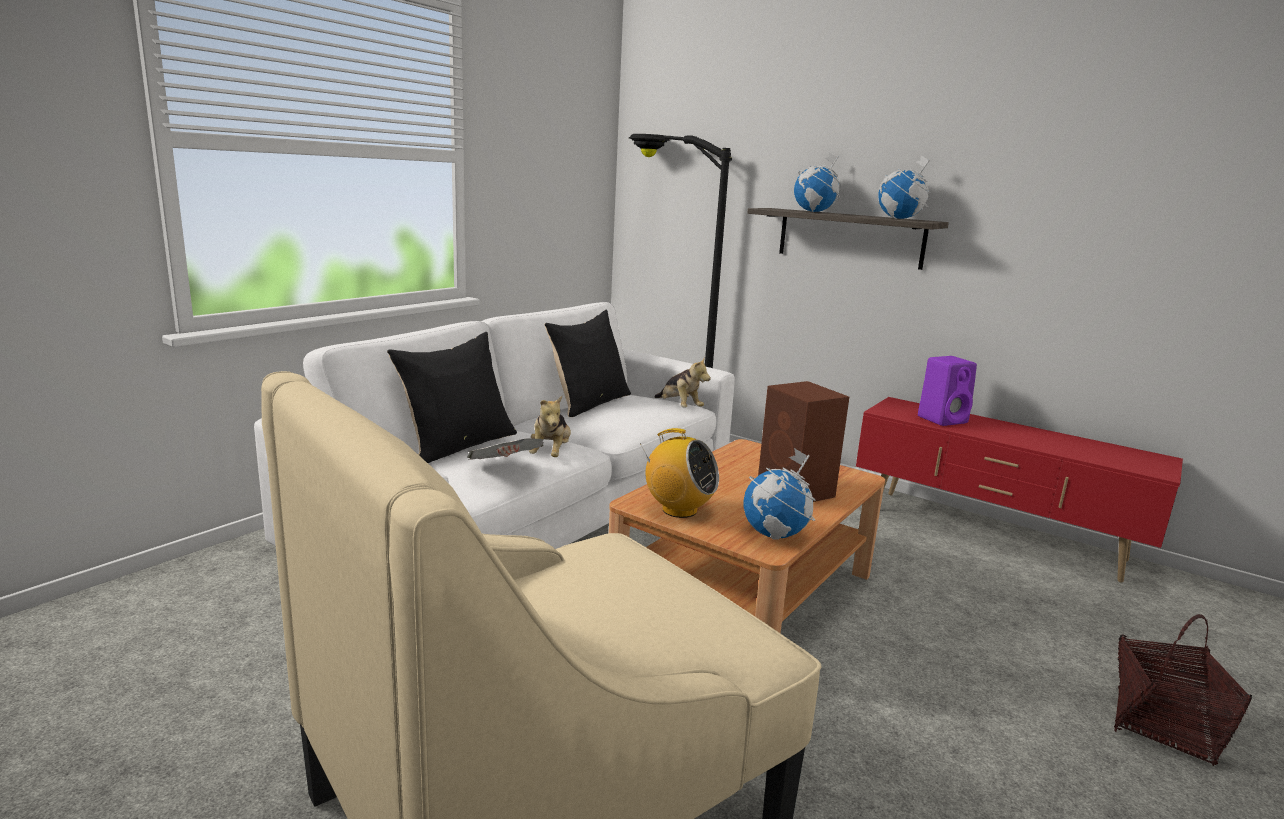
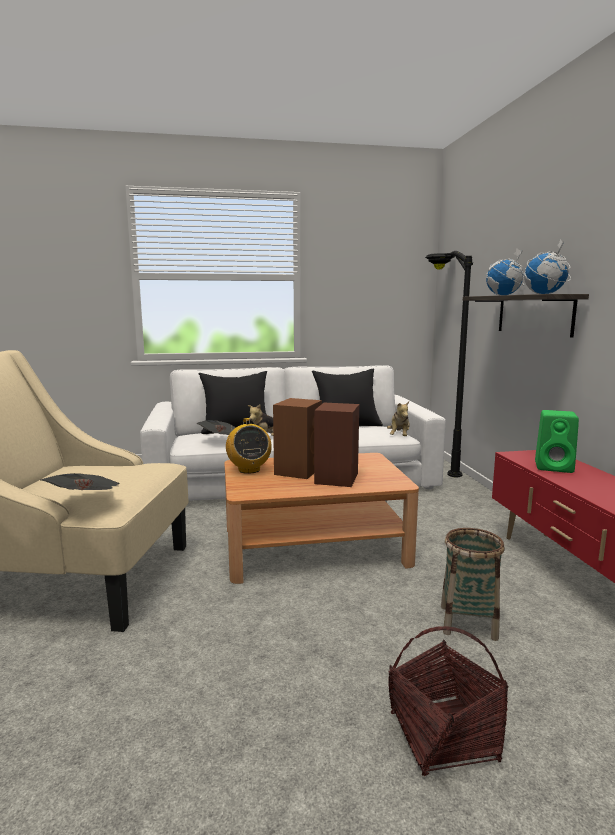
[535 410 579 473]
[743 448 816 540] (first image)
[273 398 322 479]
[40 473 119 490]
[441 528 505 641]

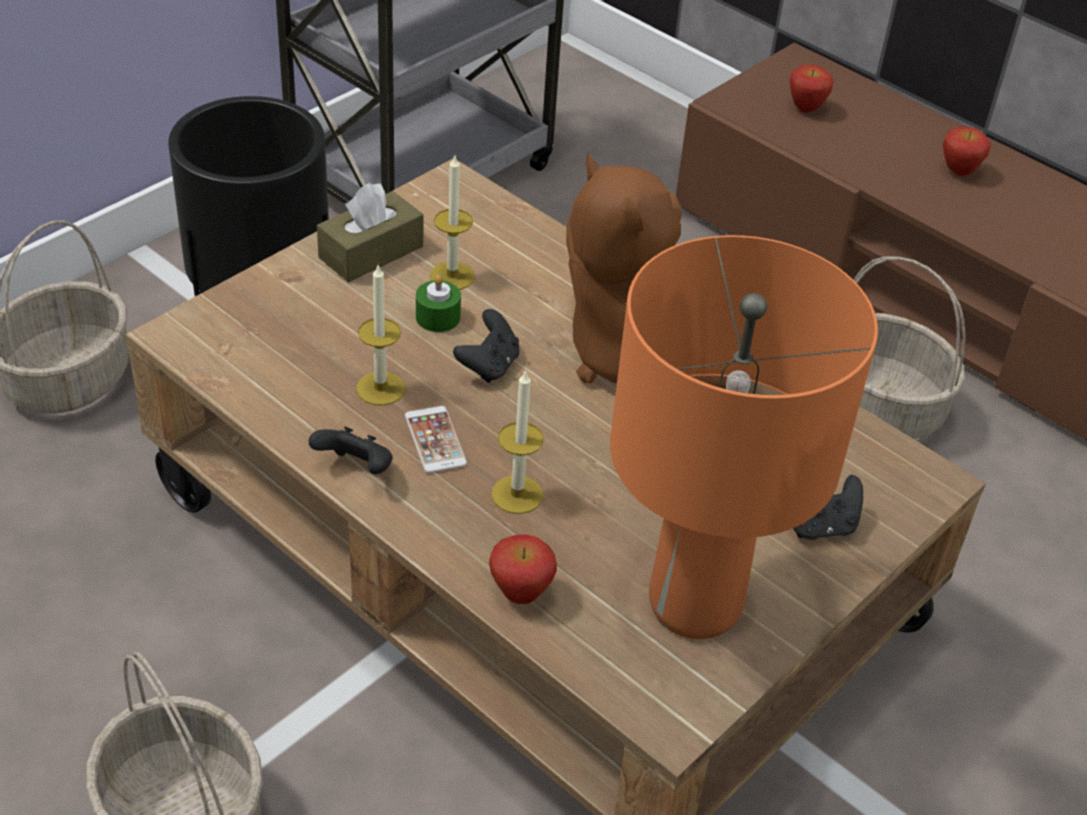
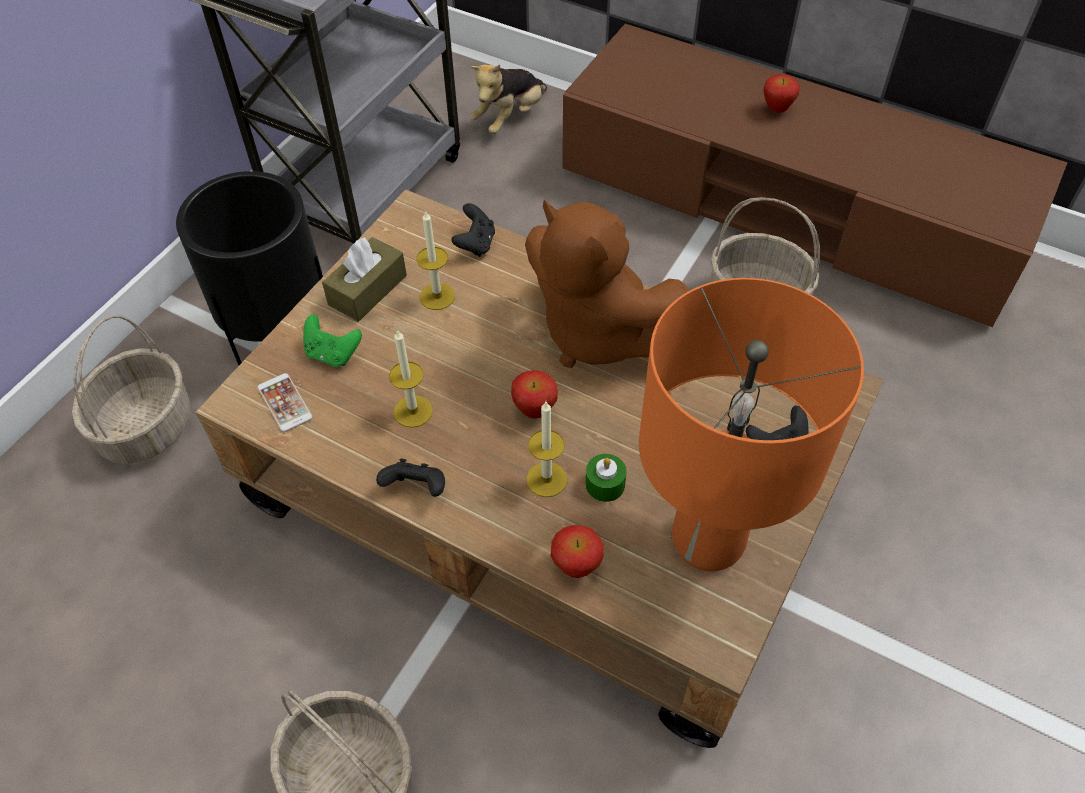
[511 370 558 419]
[585 454 627 502]
[452 203 495 257]
[257 373 313 432]
[470 64 547 134]
[303 314 362 367]

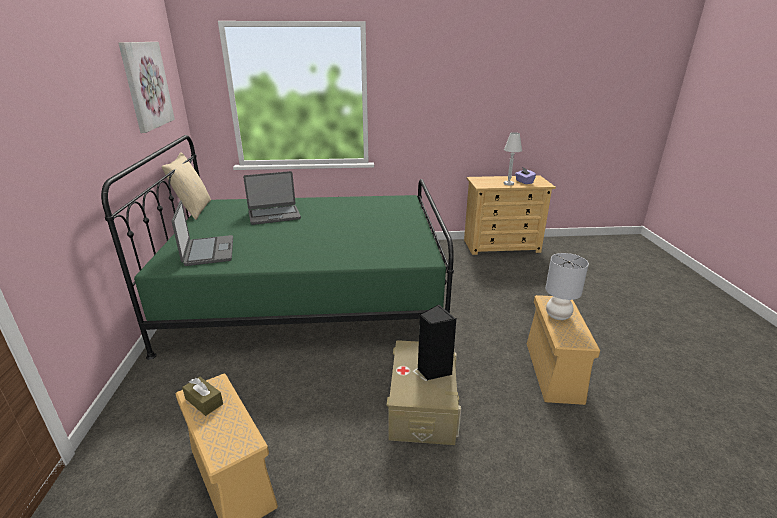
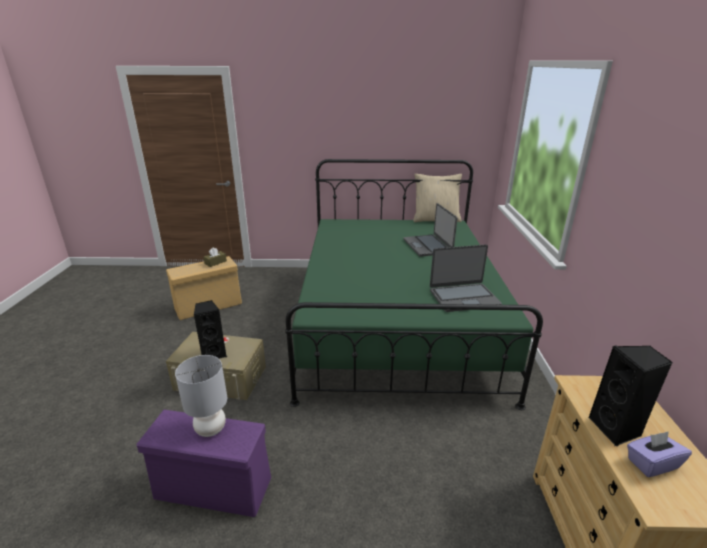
[118 42 175 133] (first image)
[589 345 672 446]
[430 245 502 312]
[136 410 271 517]

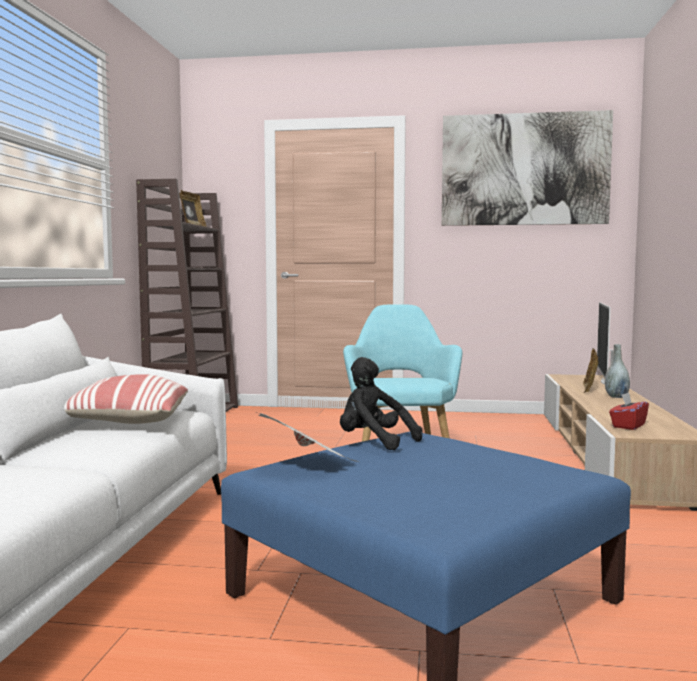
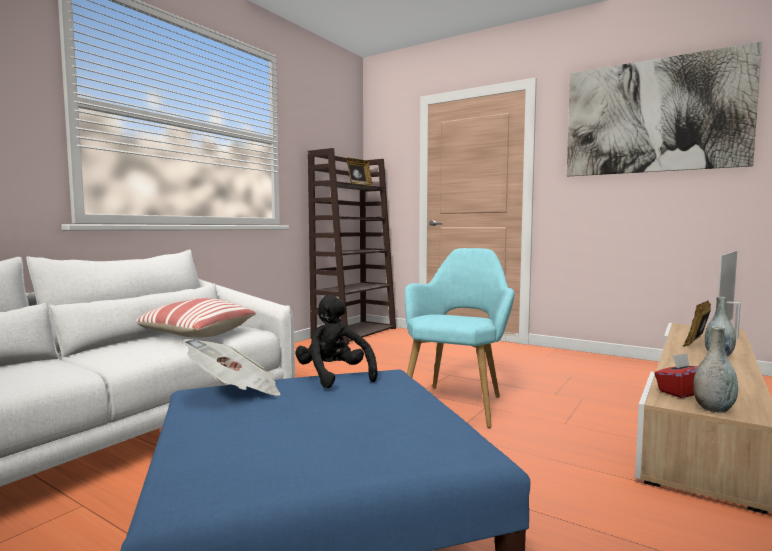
[693 326 738 412]

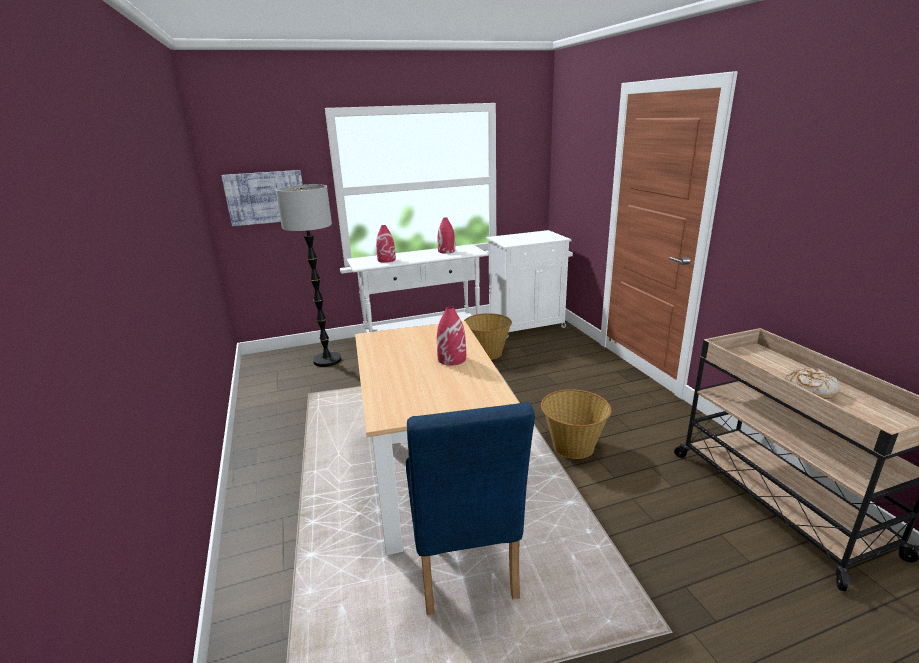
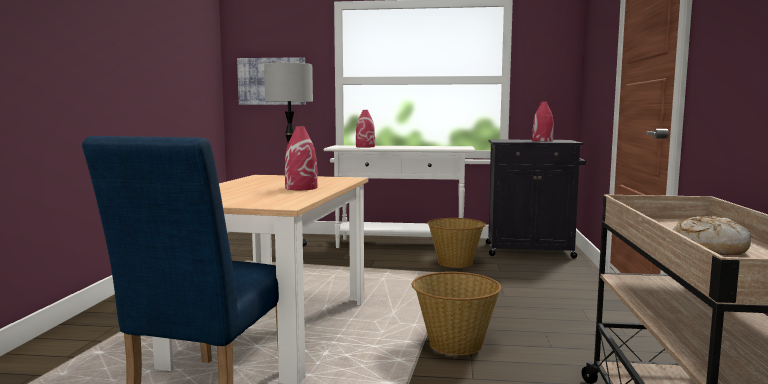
[532 102 554 141]
[486 139 586 258]

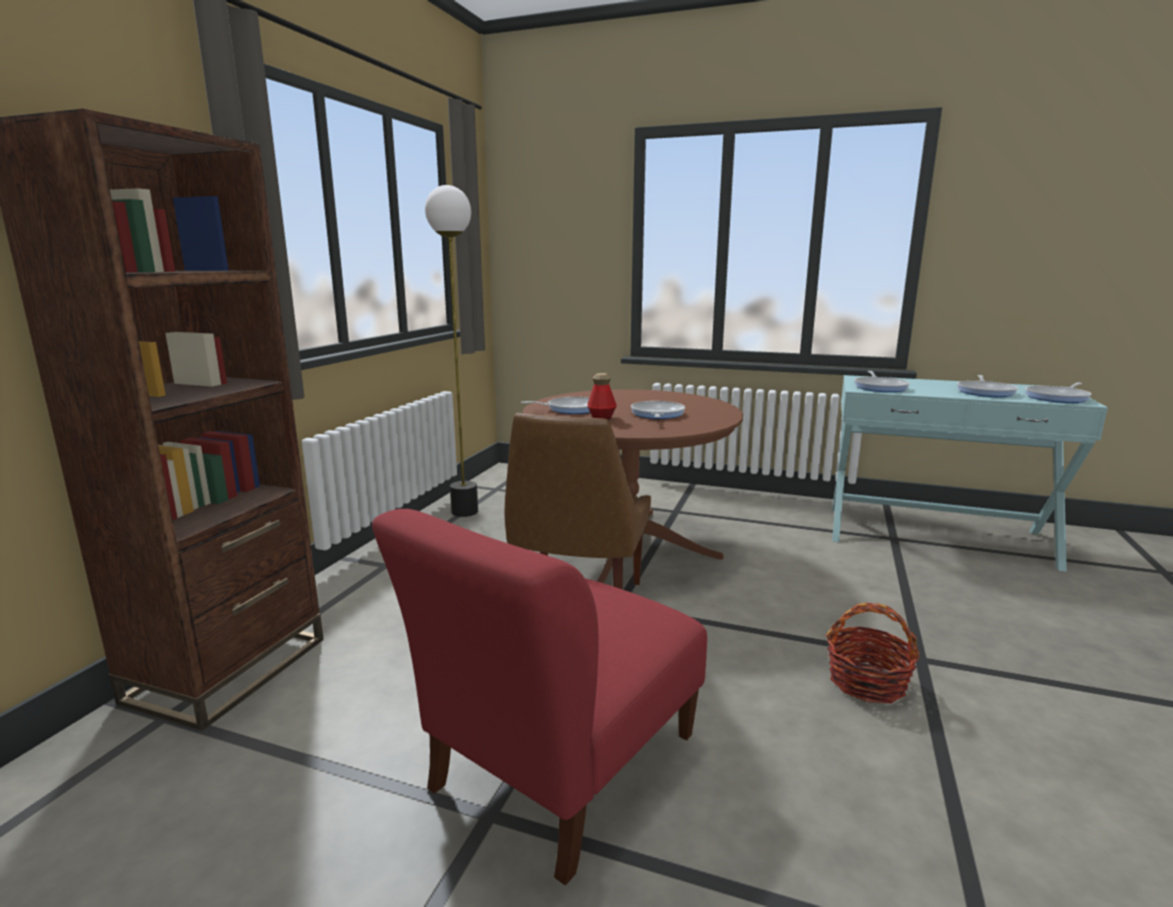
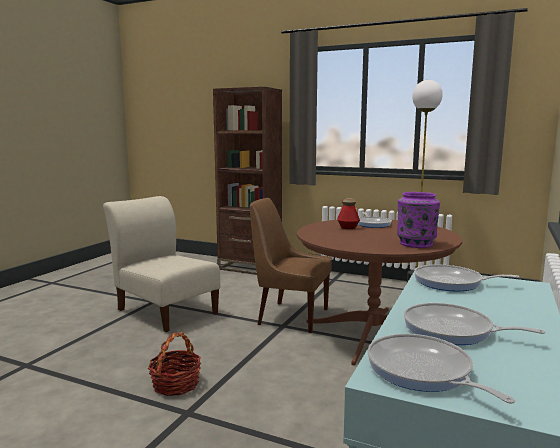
[631 401 685 419] (first image)
[103 196 220 332]
[397 192 440 248]

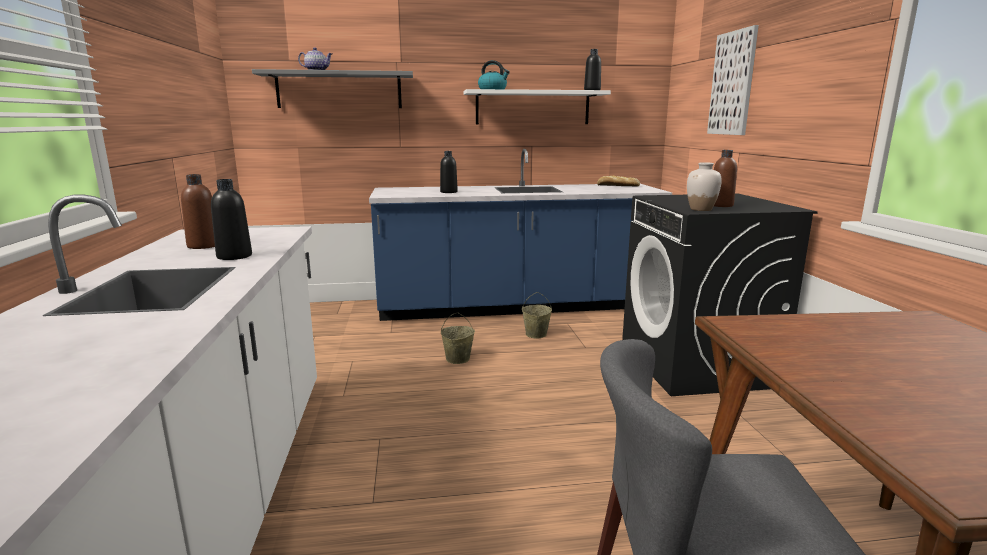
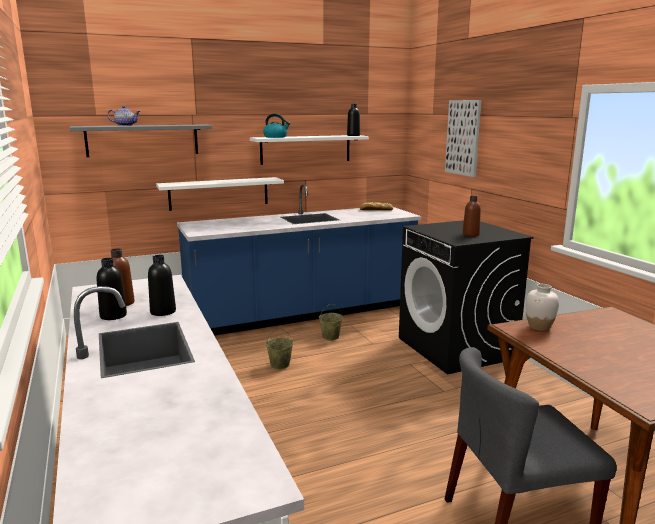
[96 258 127 320]
[526 284 559 331]
[156 177 284 211]

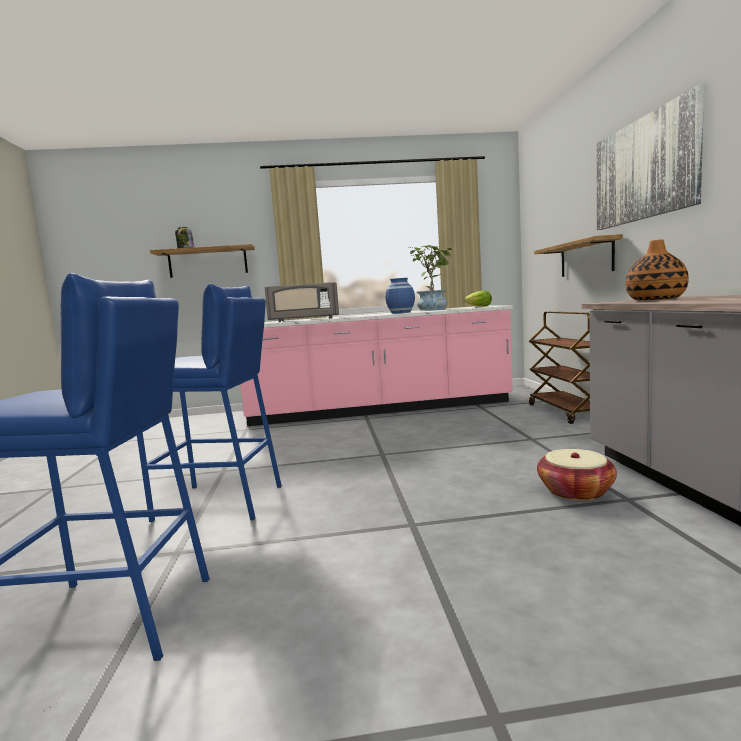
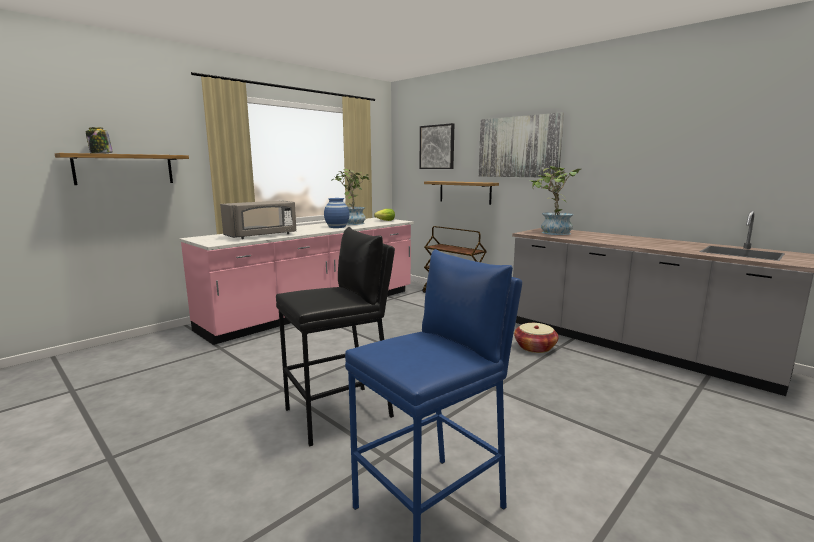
[529 166 581 235]
[276 227 395 447]
[420 123 454 169]

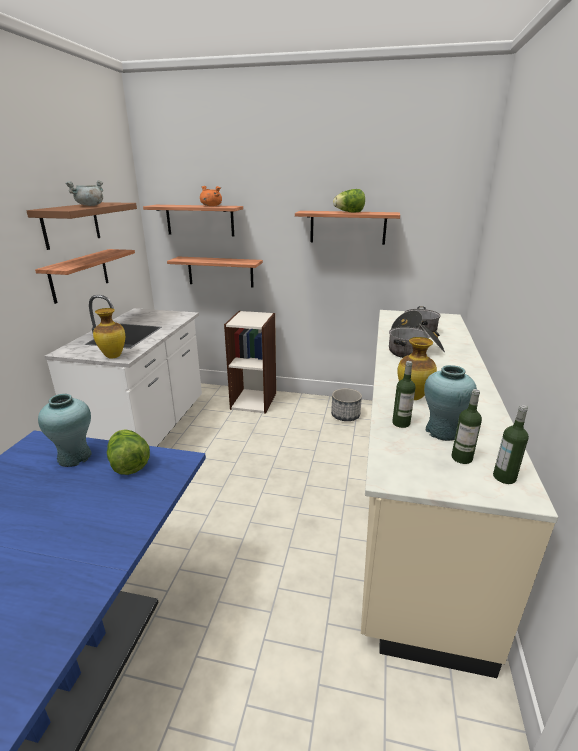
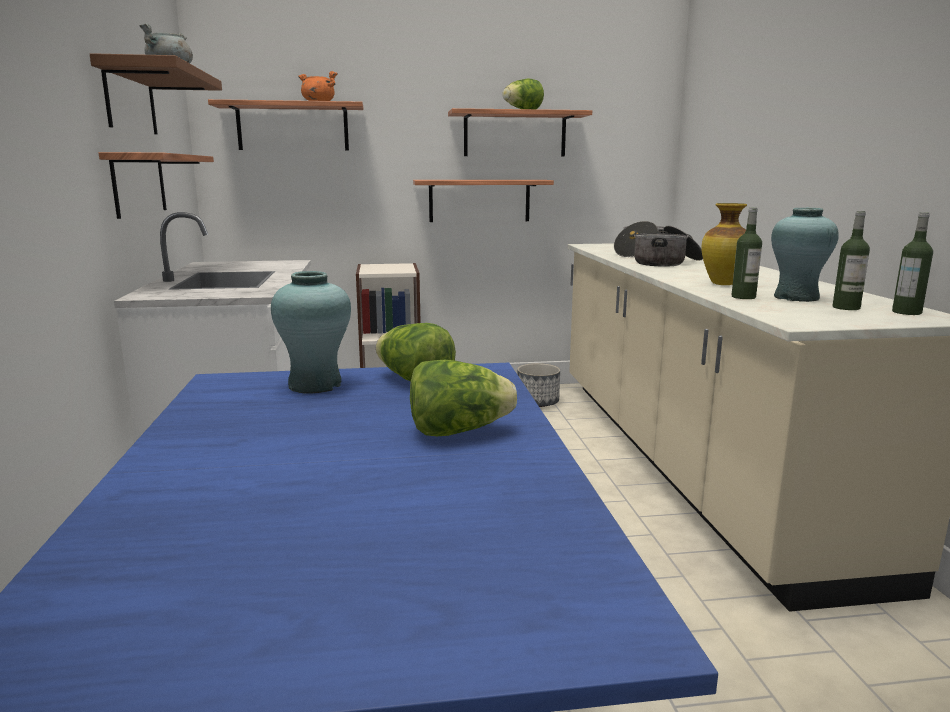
[413 180 554 222]
[93 308 125 358] (first image)
[410 360 517 436]

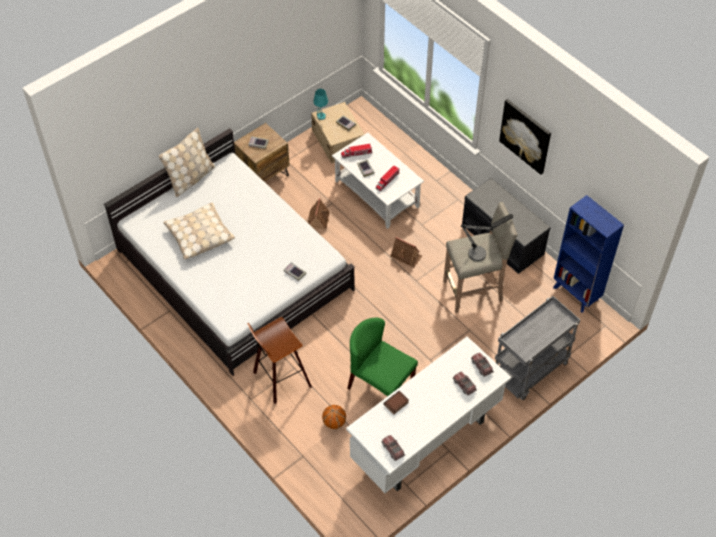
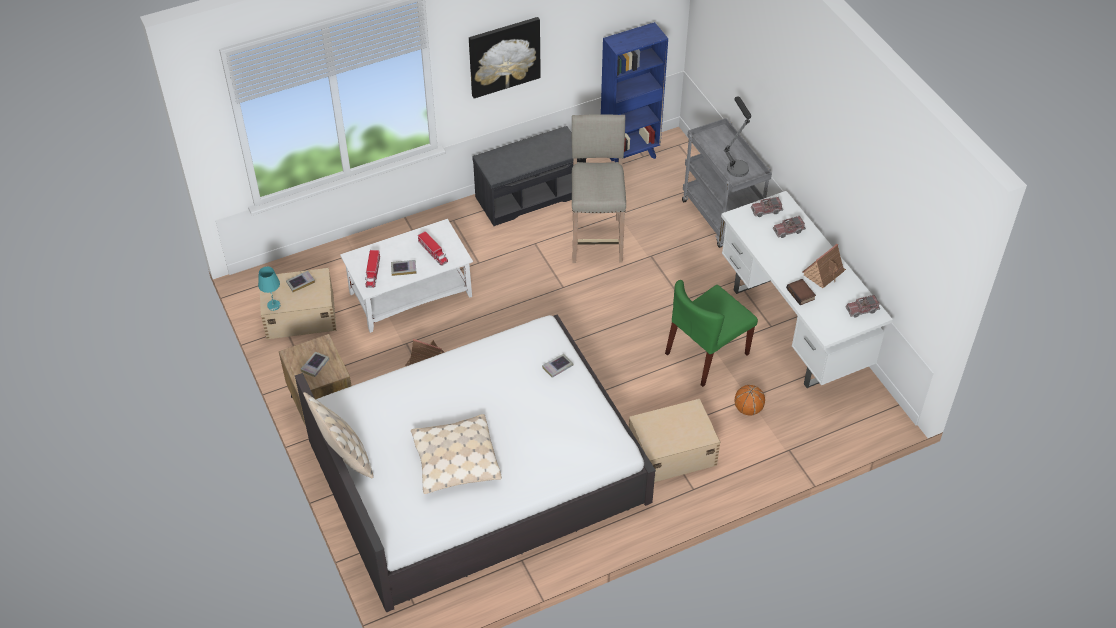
[724 97 751 177]
[802 244 846 288]
[629 399 720 482]

